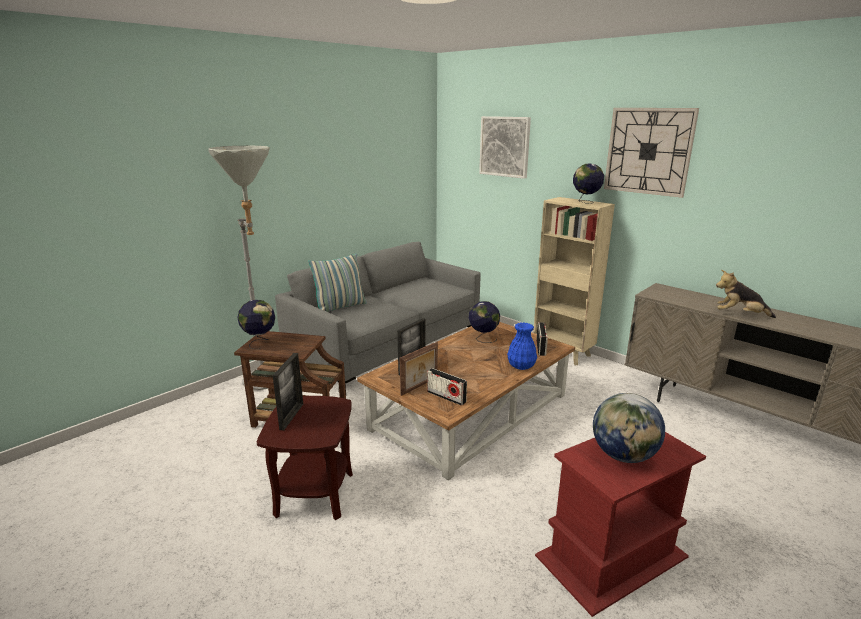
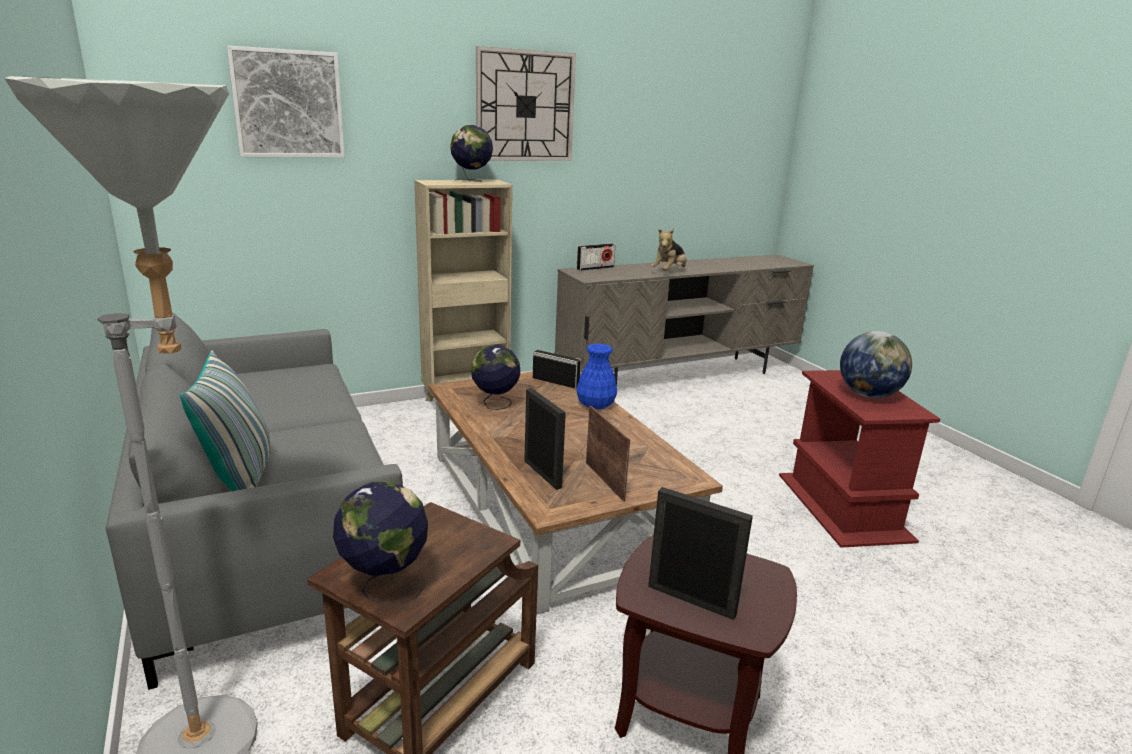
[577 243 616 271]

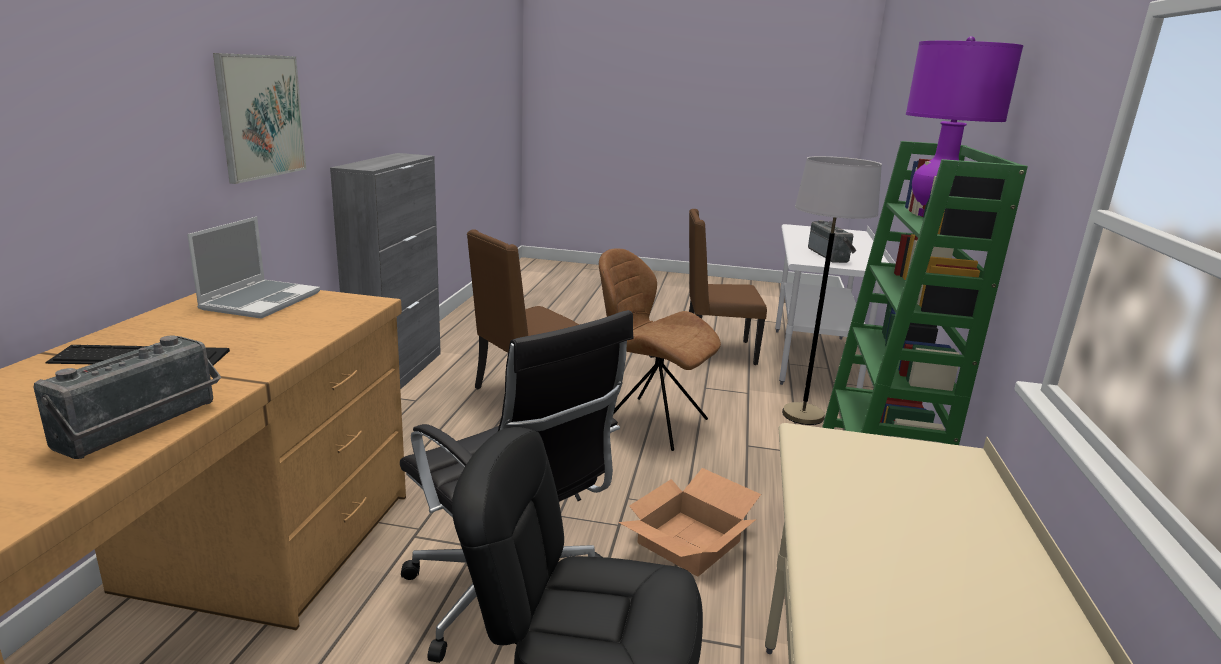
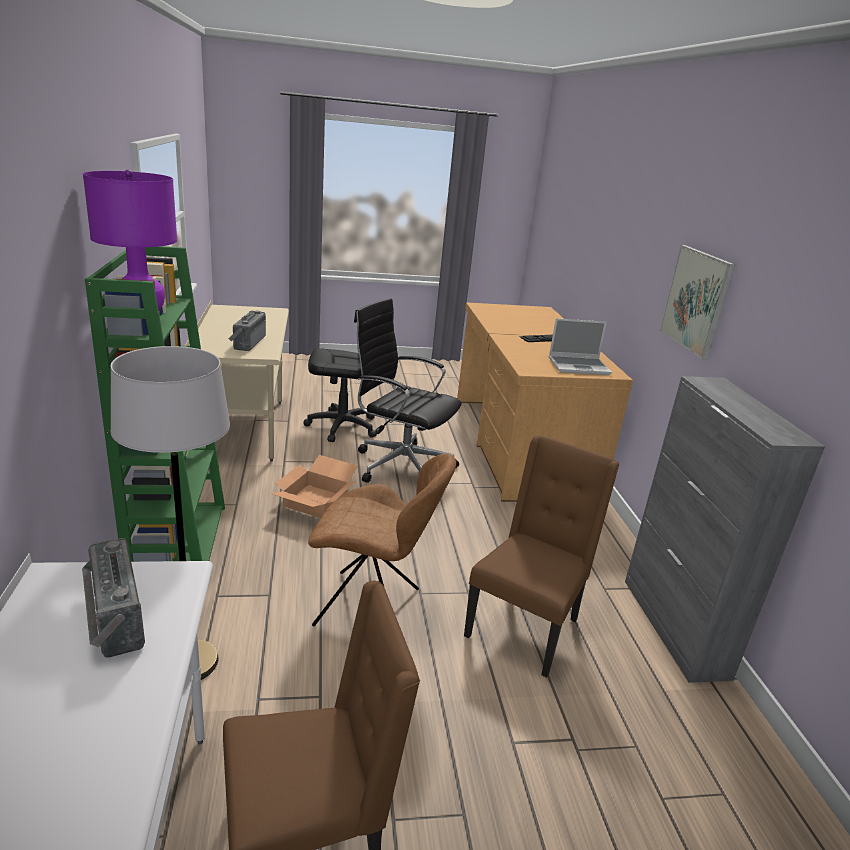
[549 318 612 375]
[228 311 266 351]

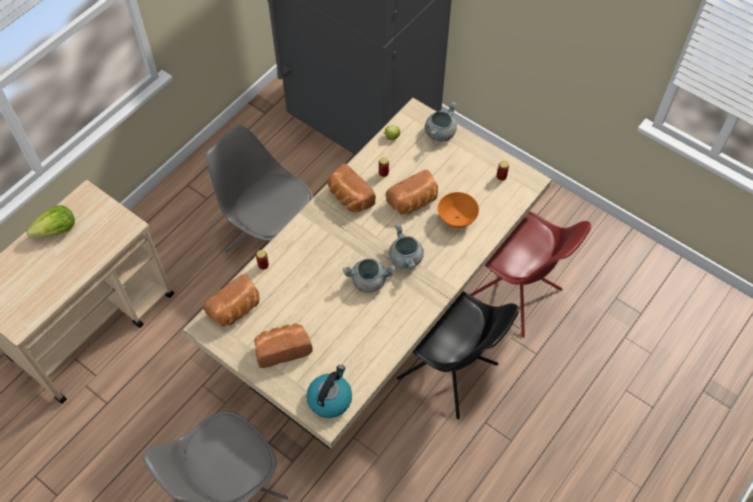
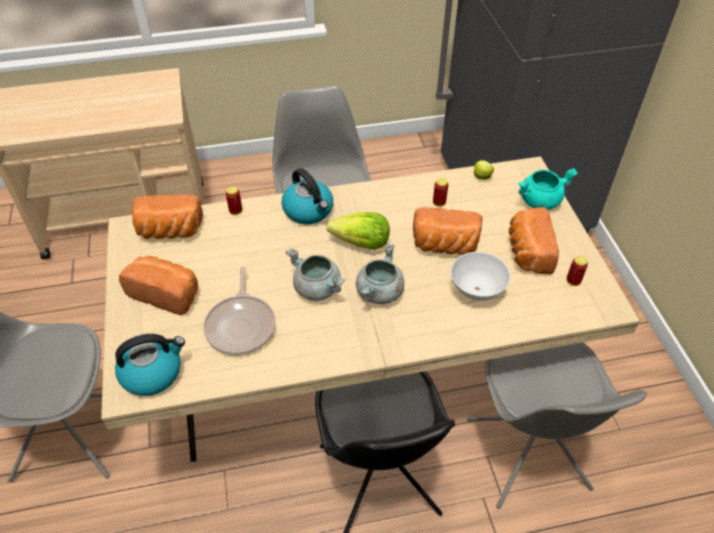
[518 168 577 210]
[509 207 559 274]
[451 252 510 301]
[327 212 390 250]
[467 343 647 509]
[281 168 333 224]
[203 267 276 355]

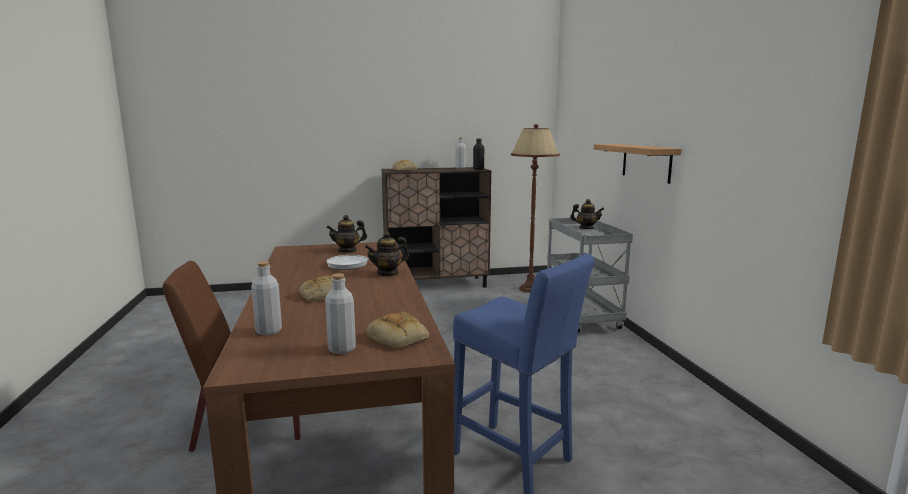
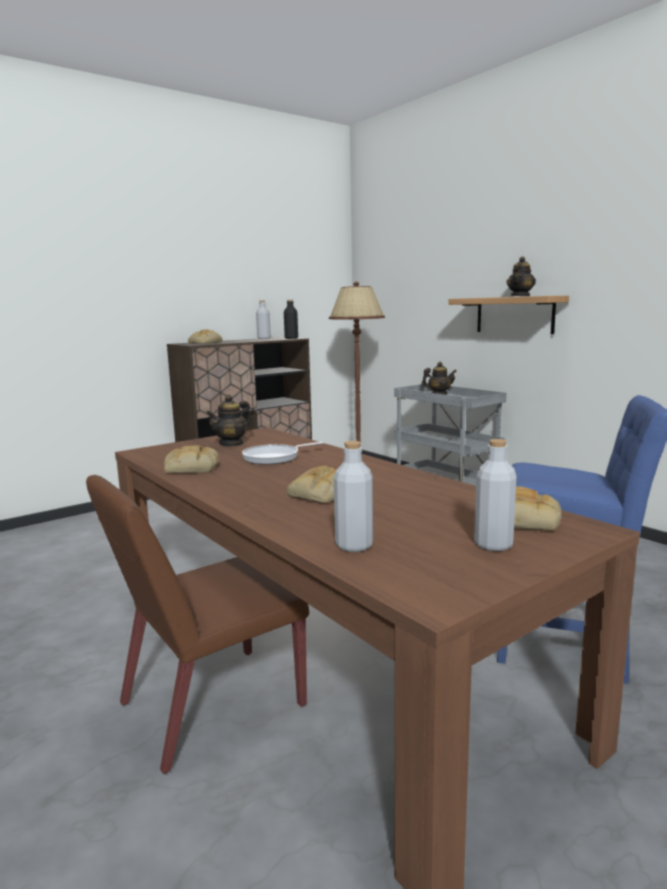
[507 257 536 296]
[164 445 219 473]

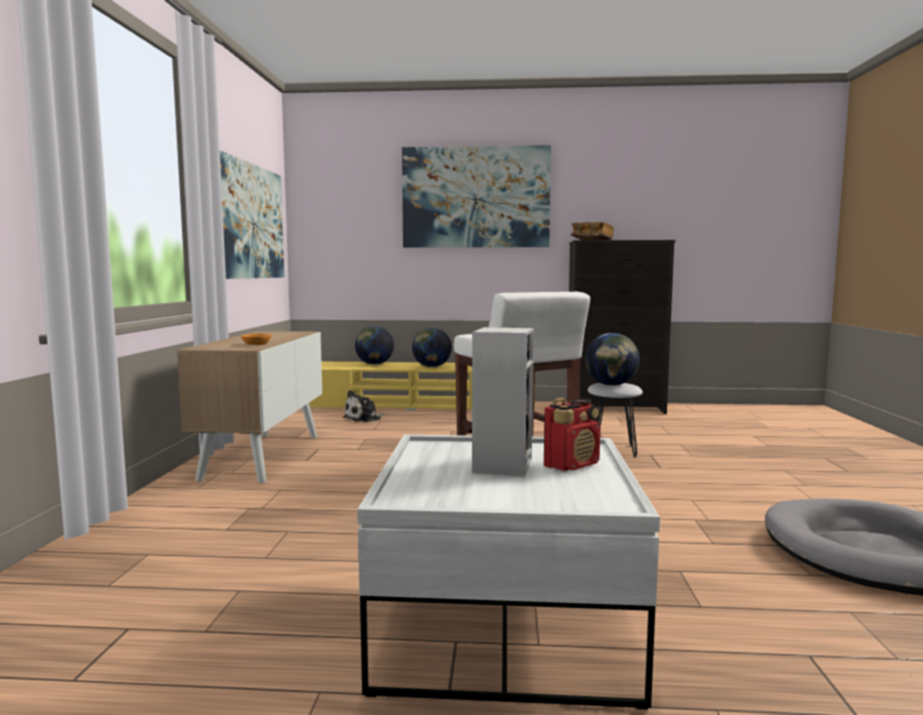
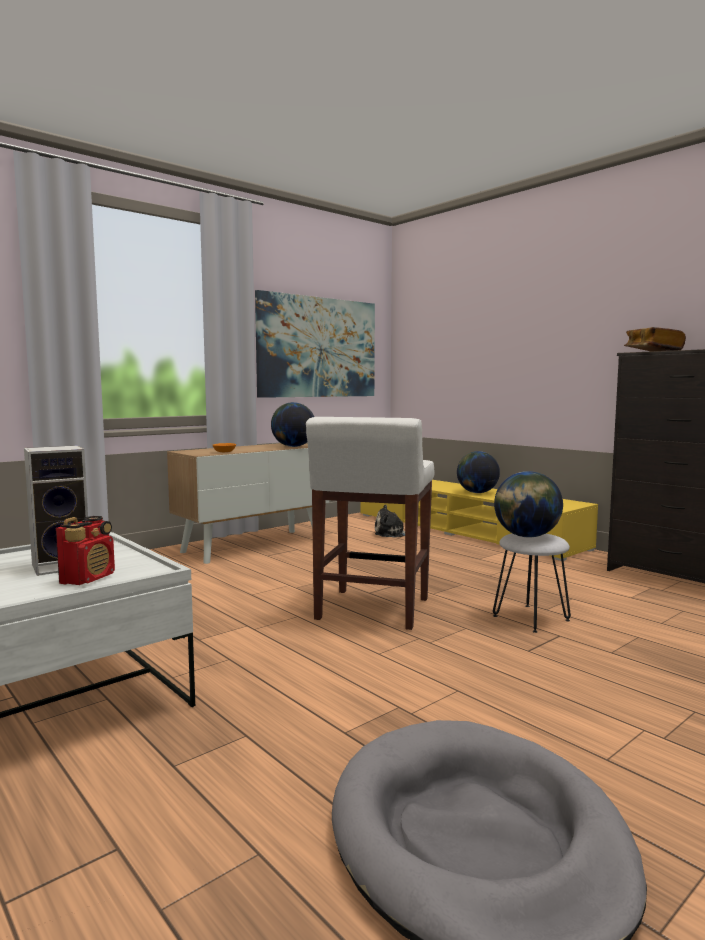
[402 145 551 248] (first image)
[271 402 314 447]
[56 516 115 585]

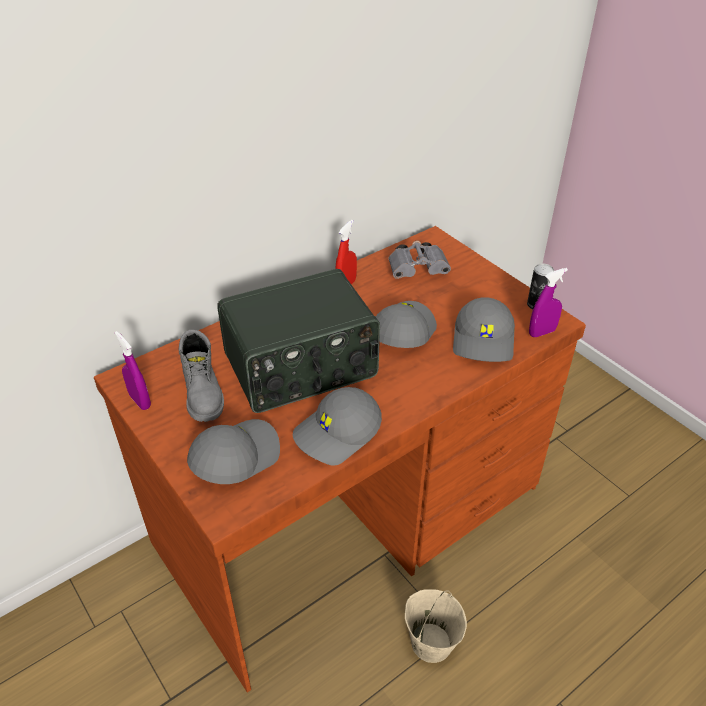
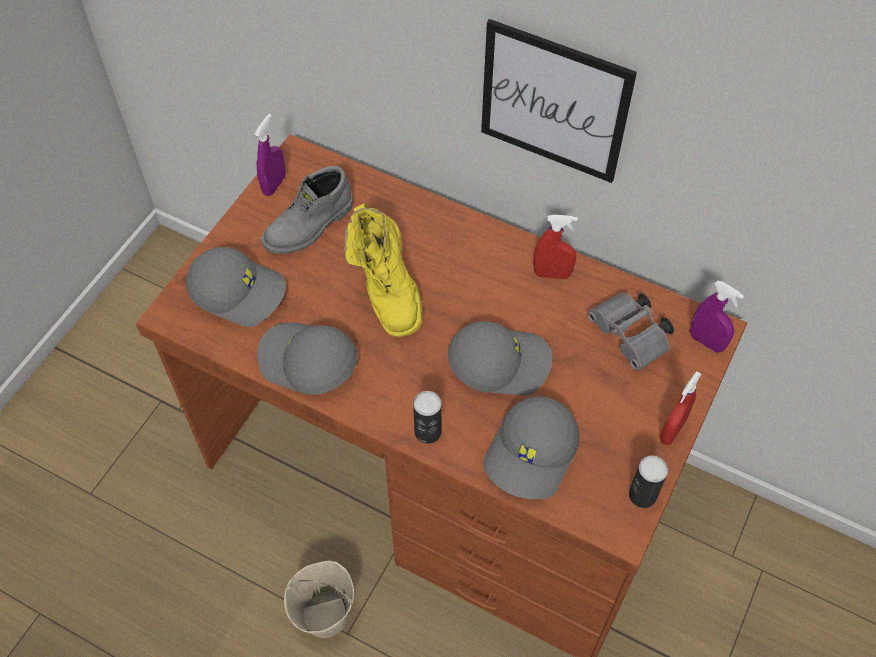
[690 280 744 353]
[344 203 422 337]
[483 396 579 500]
[481 19 637 183]
[660 371 702 445]
[413 391 442 444]

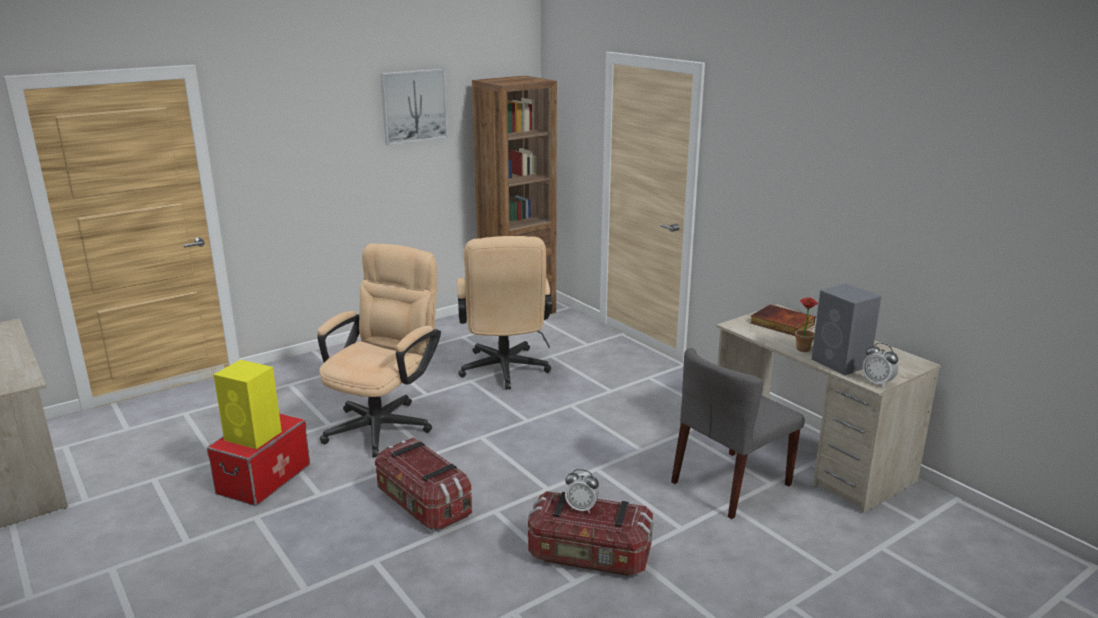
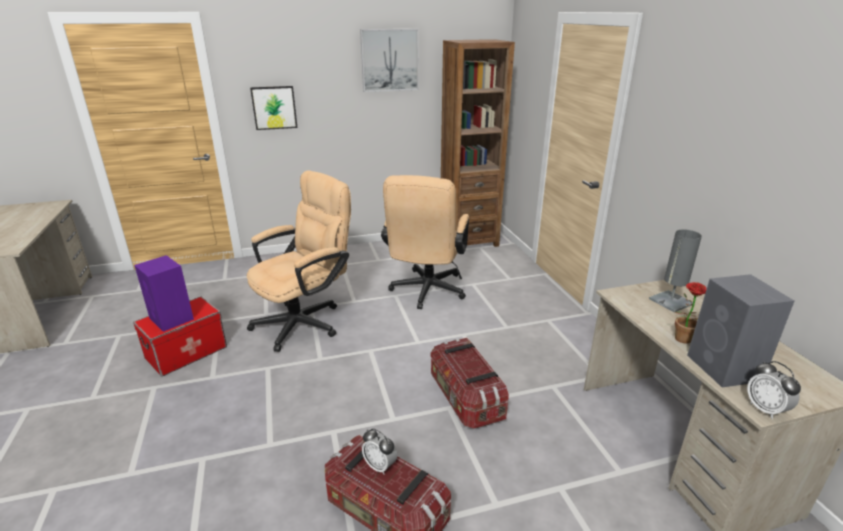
[649 229 702 312]
[671 348 805 519] (first image)
[134 255 194 332]
[431 338 509 428]
[250 86 297 130]

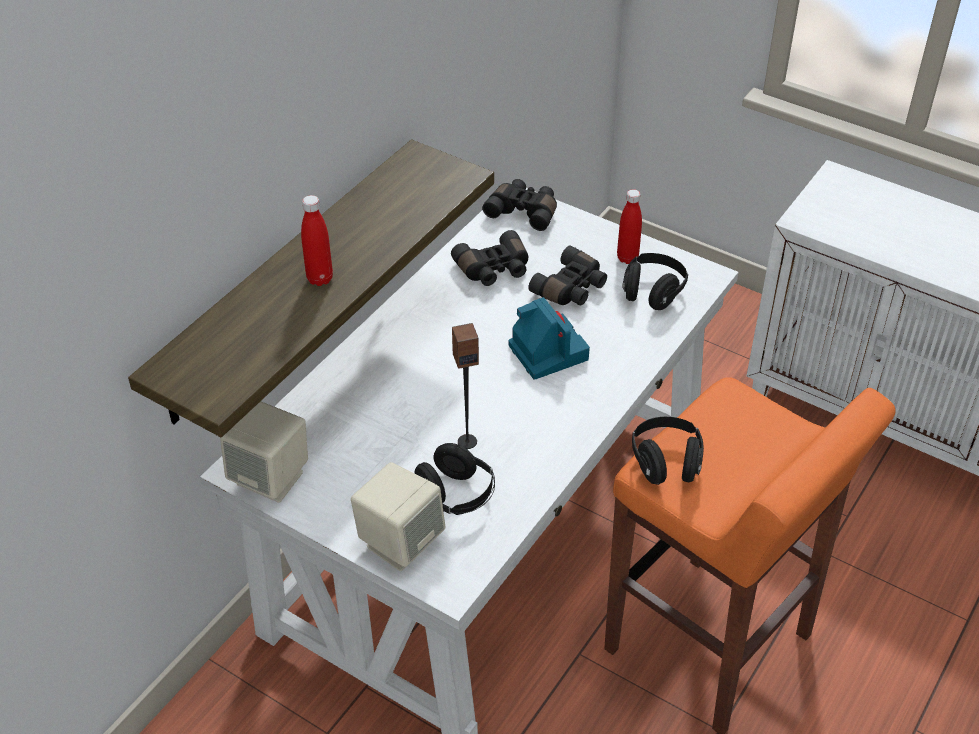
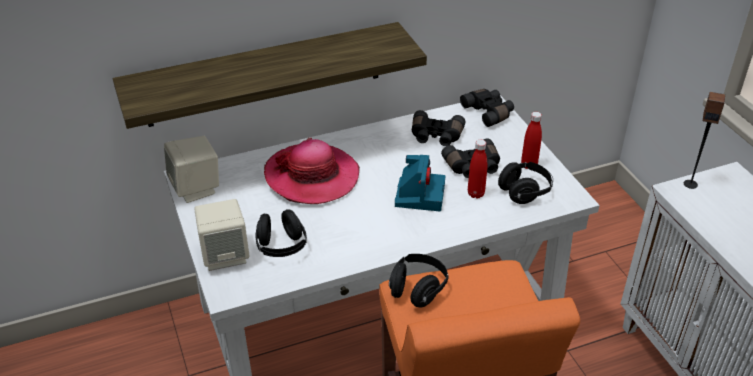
[468 140 487 199]
[684 92 725 189]
[264 138 360 204]

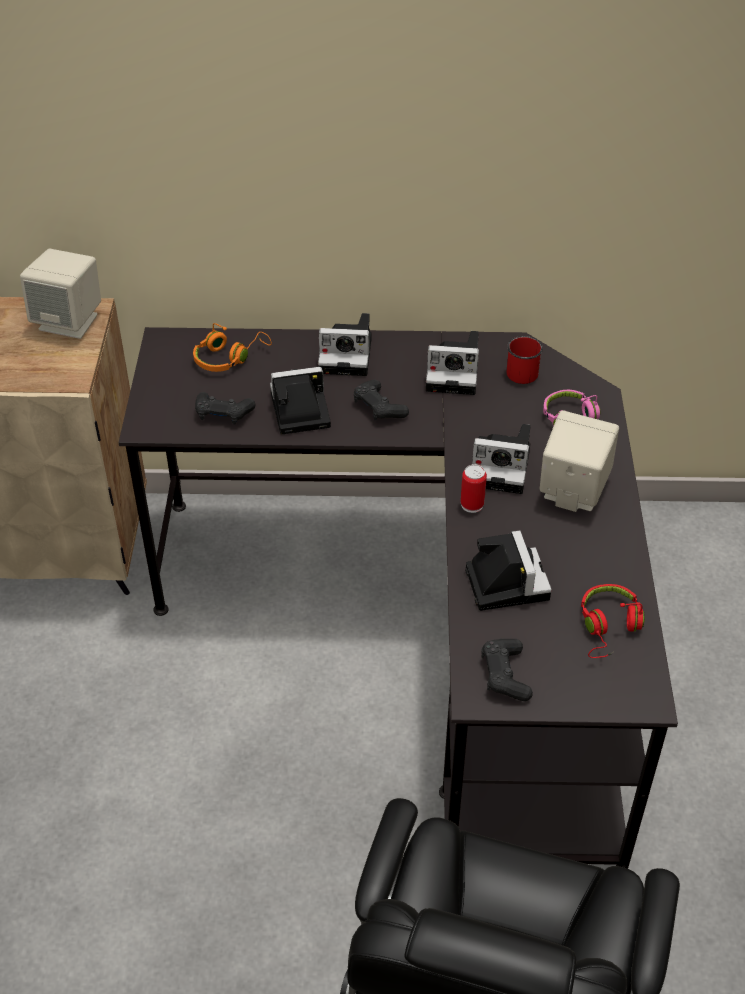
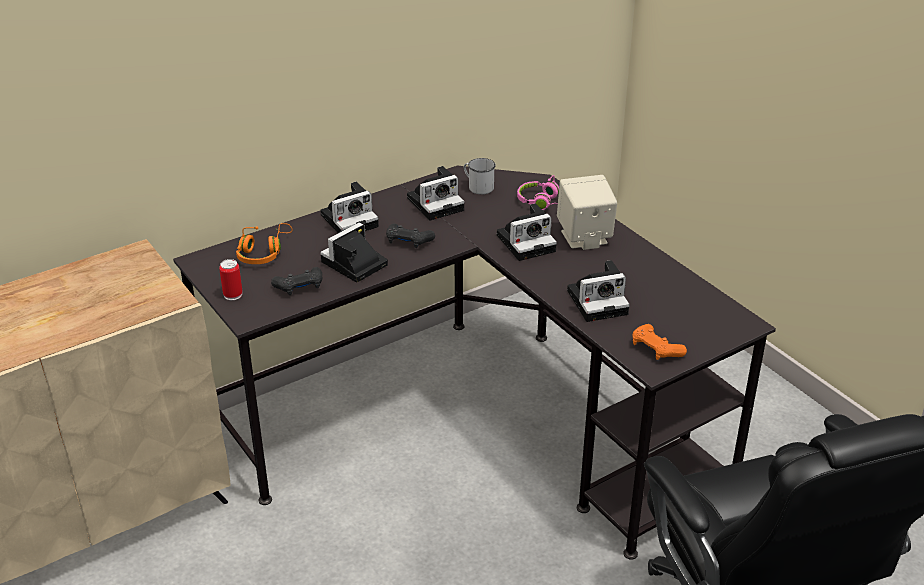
[20 249 101 339] (first image)
[464 158 496 194]
[219 259 243 300]
[567 260 630 322]
[581 584 645 658] (first image)
[632 324 687 360]

